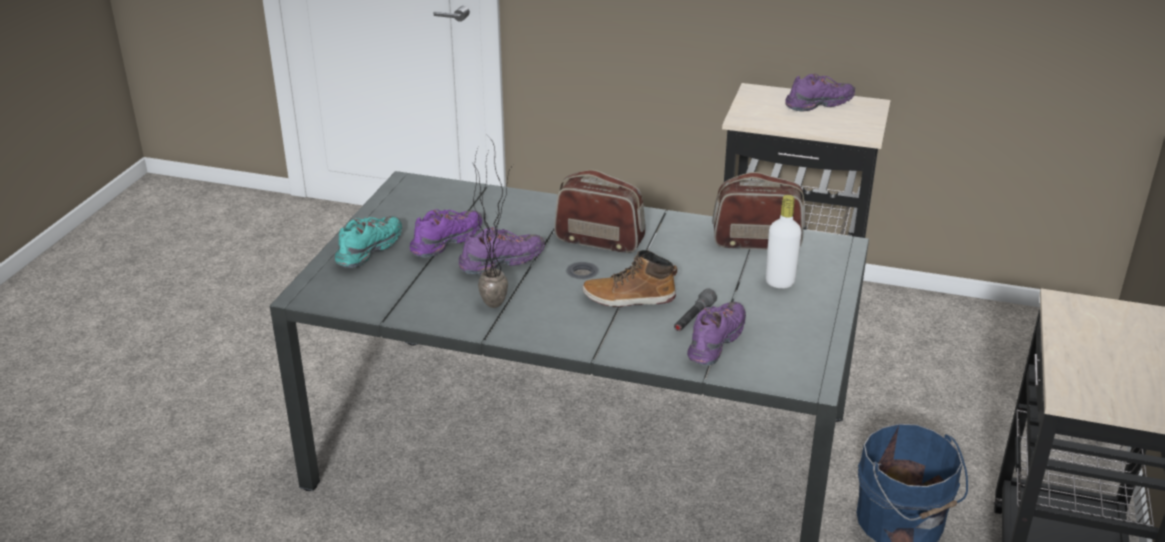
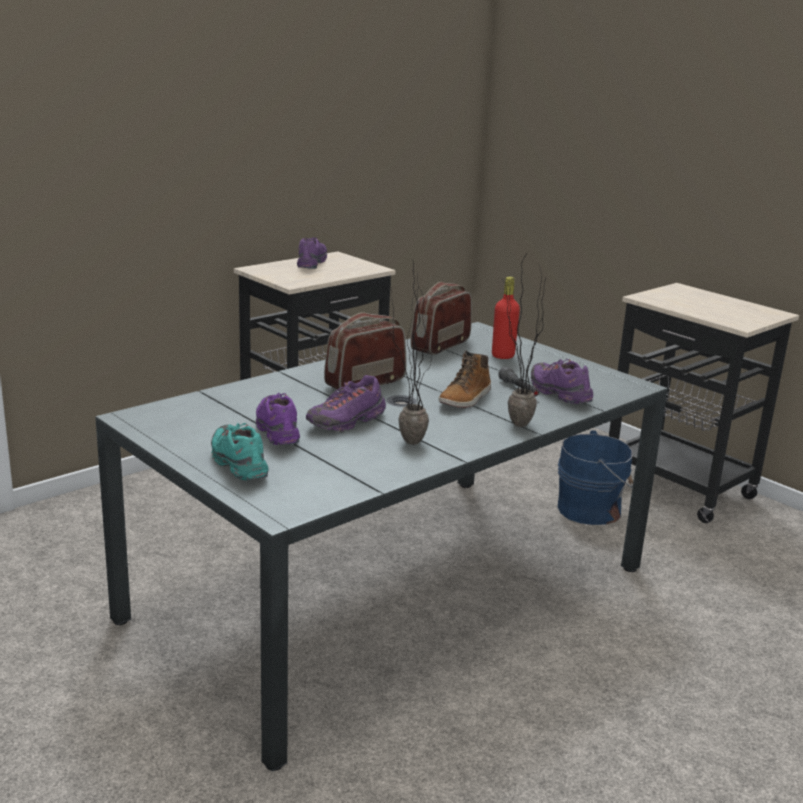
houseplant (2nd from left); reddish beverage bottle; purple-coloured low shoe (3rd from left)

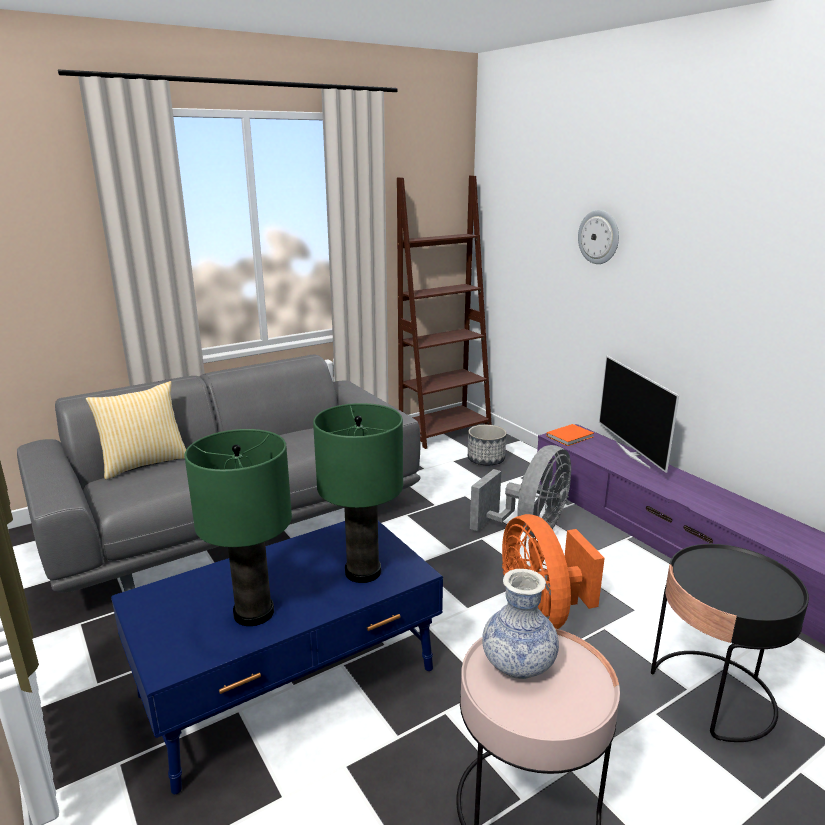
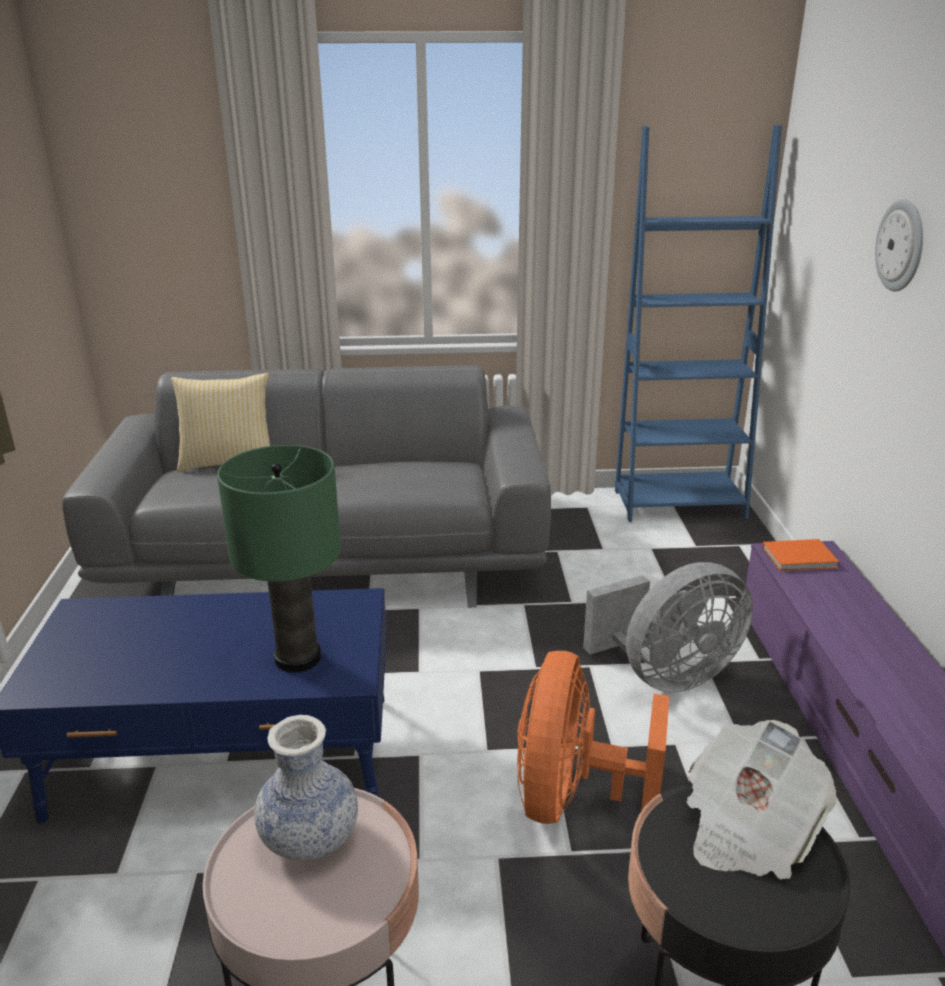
green-coloured tabletop lamp (1st from left in the first image); planter; TV; newspaper; blue shelving unit

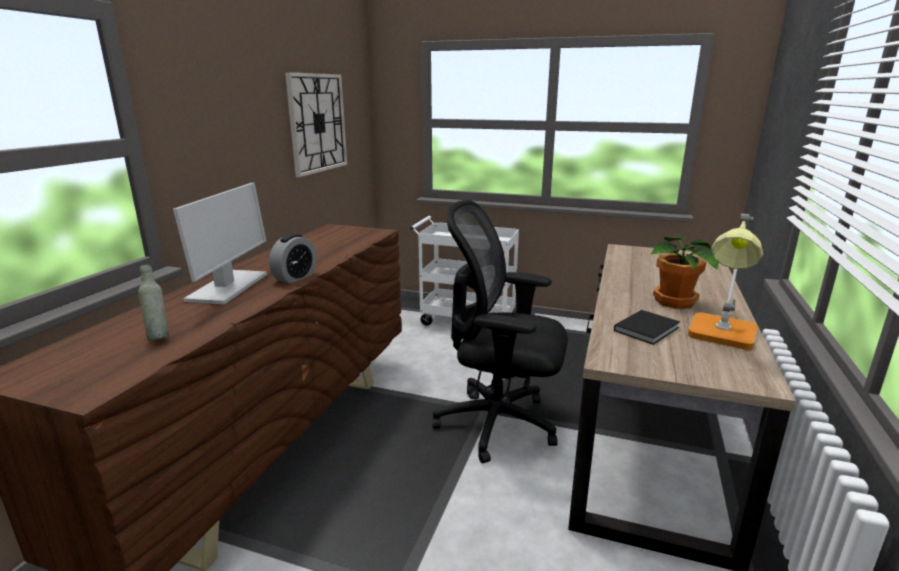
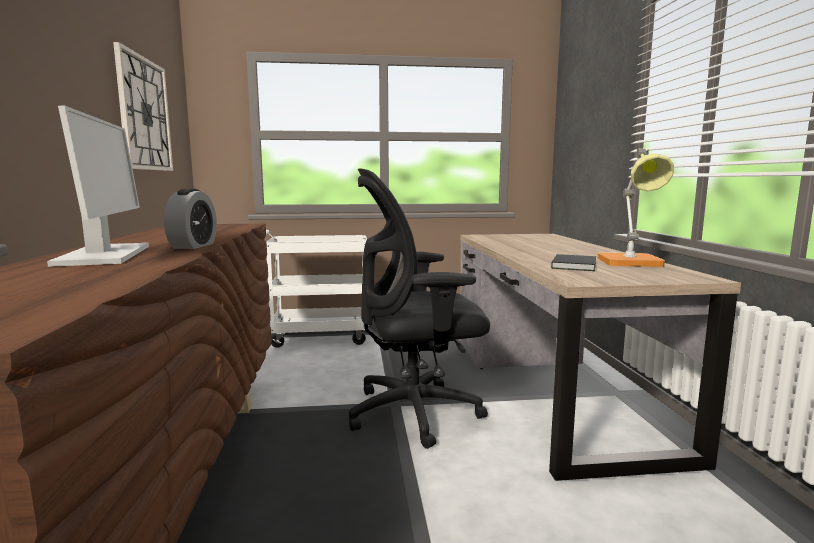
greyish beverage bottle; houseplant

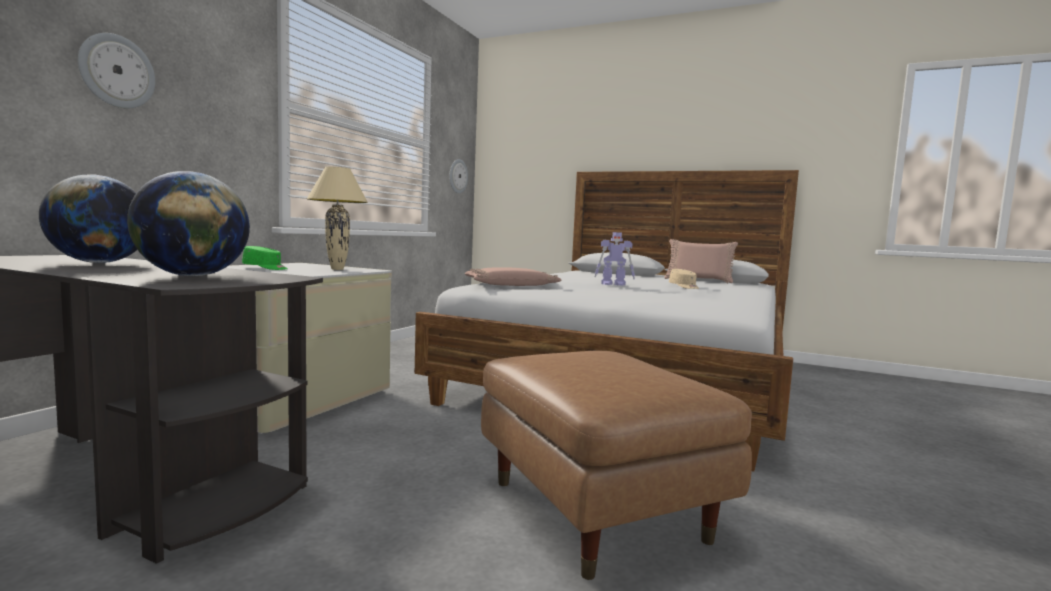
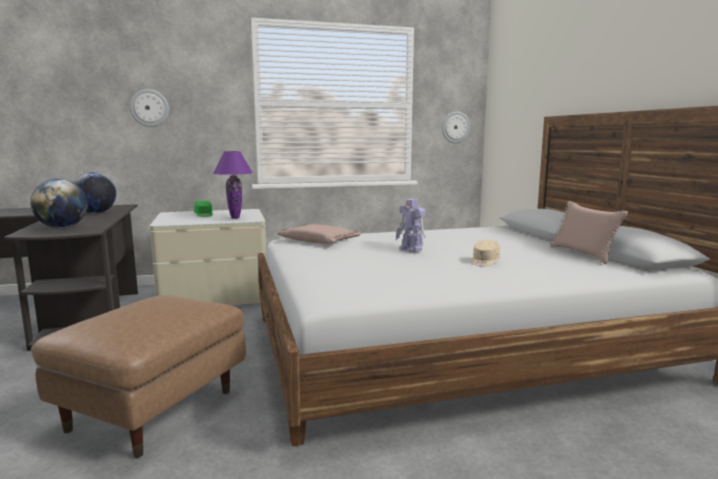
purple-coloured tabletop lamp

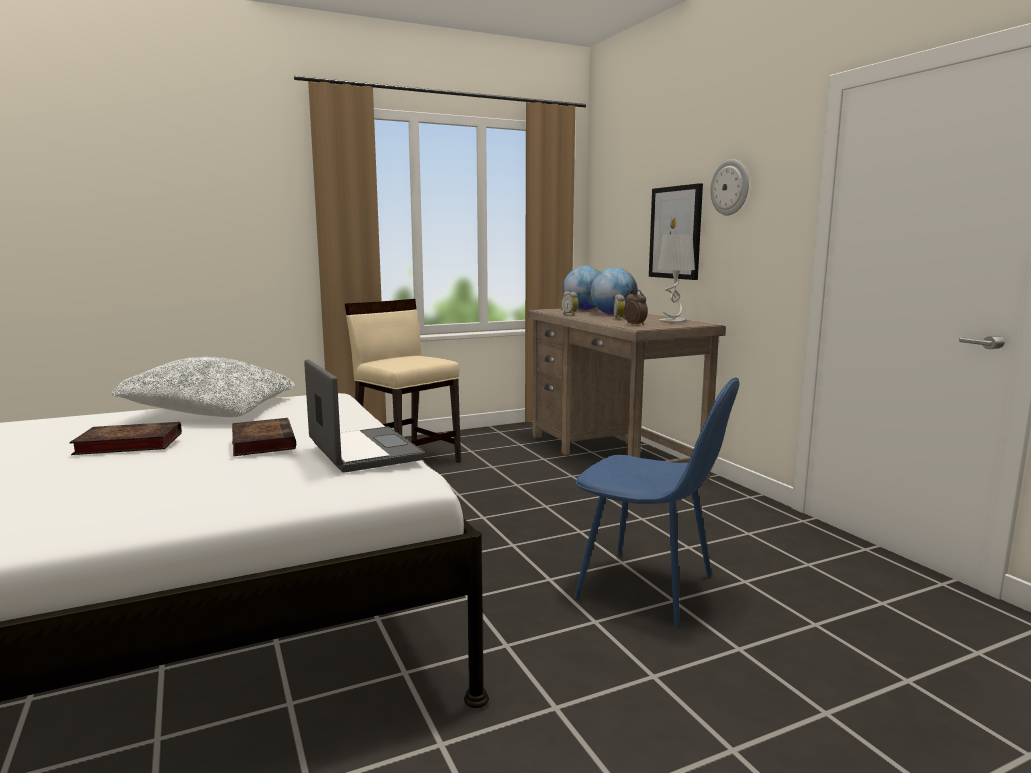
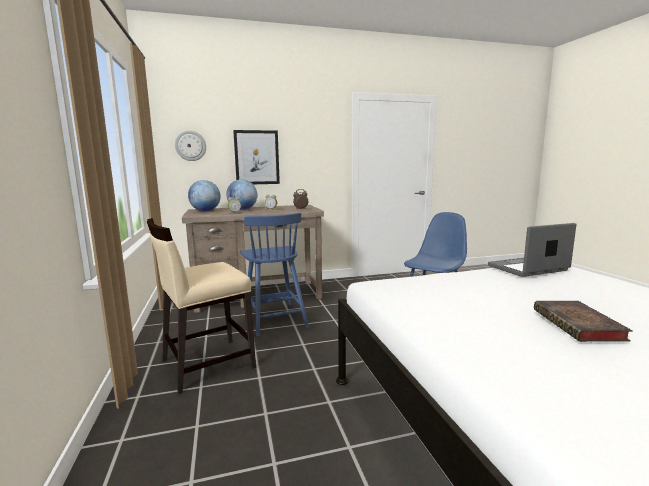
whitish throw pillow; volume (2nd from left in the first image); greyish tabletop lamp; blue chair (1st from left); wall clock

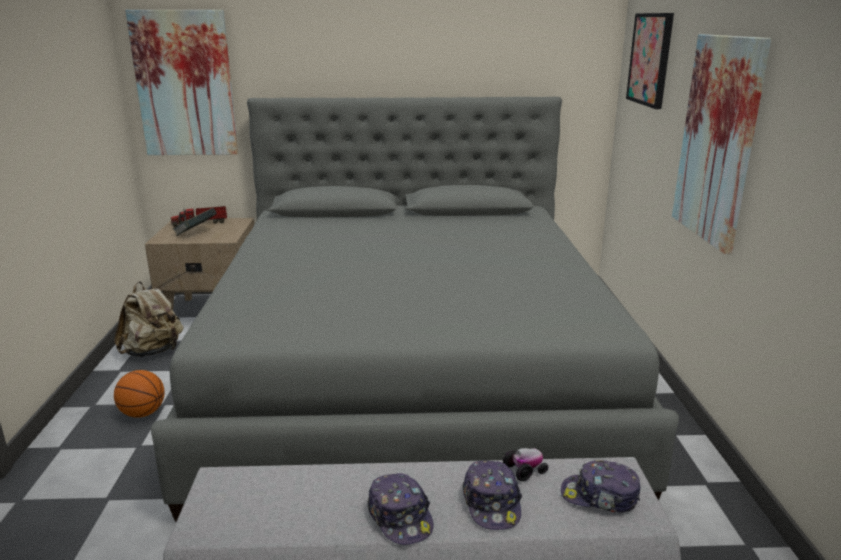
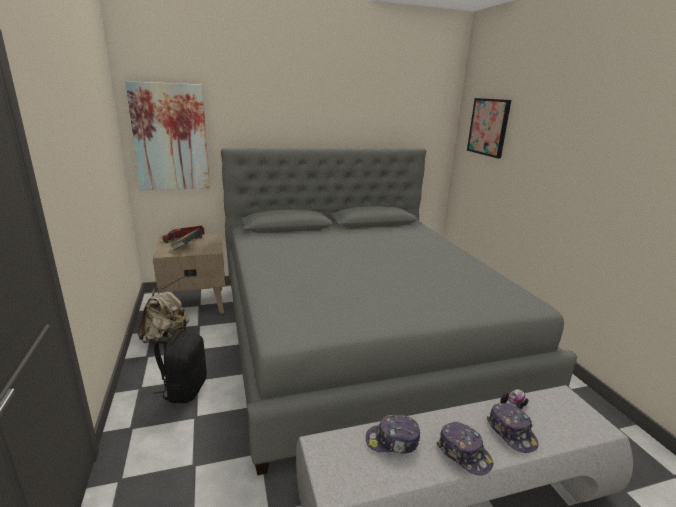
wall art (3rd from left in the first image); cap (1st from left); black knapsack

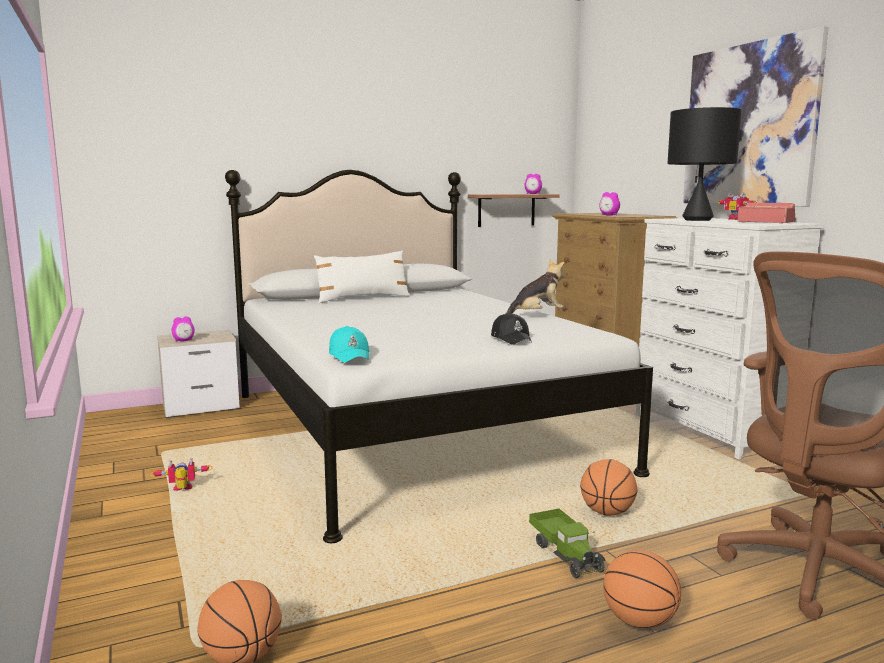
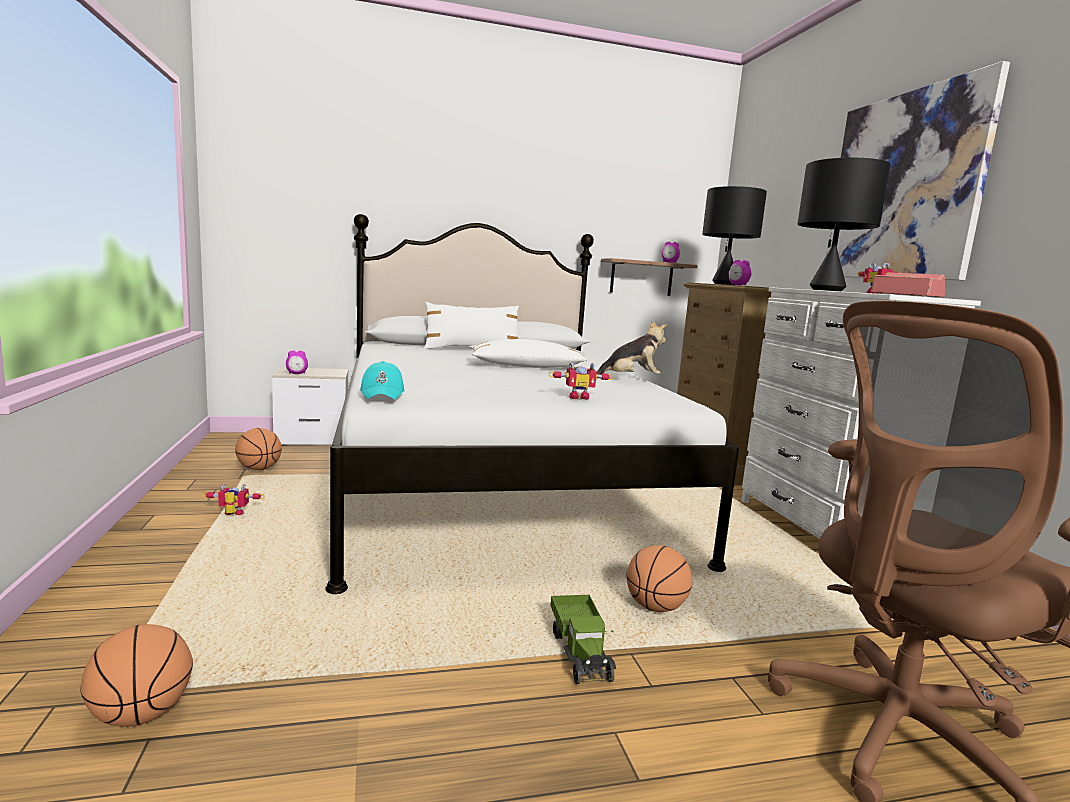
whitish throw pillow (2nd from left); black tabletop lamp (1st from left); ball for basketball (2nd from left); robot figure (2nd from left)

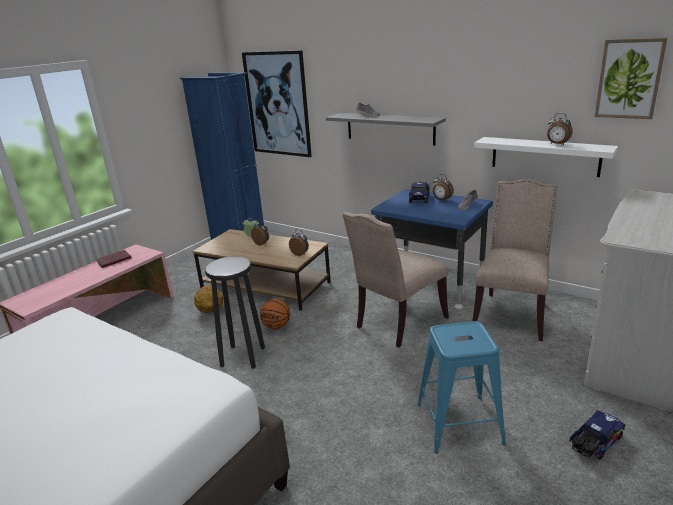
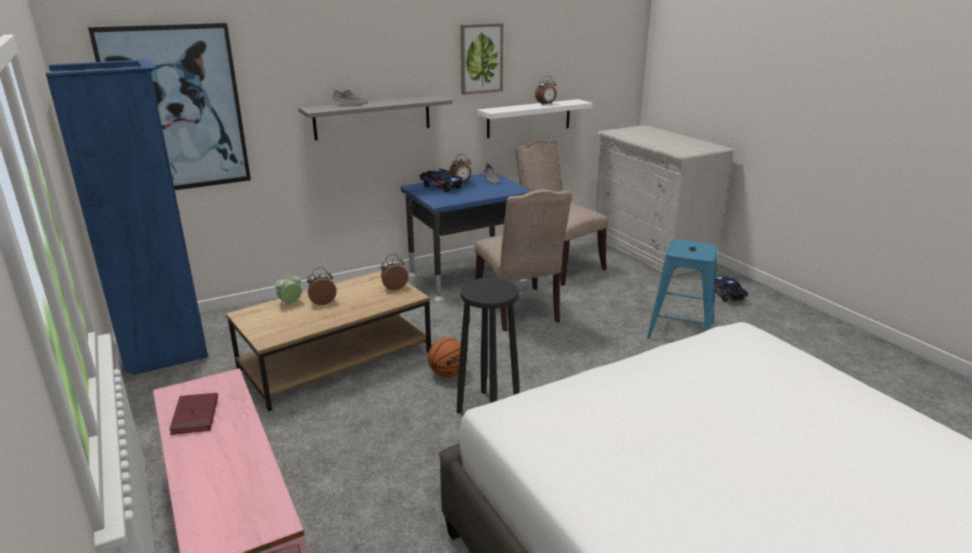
ball for basketball (1st from left in the first image); wall art (2nd from left)

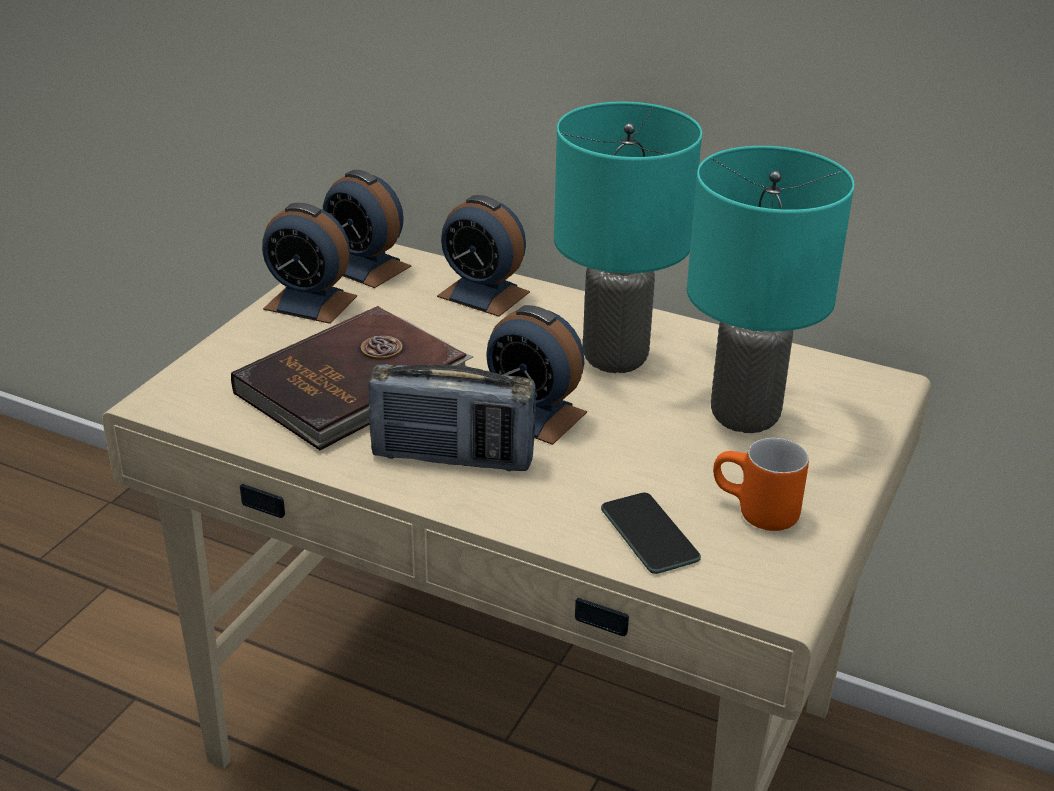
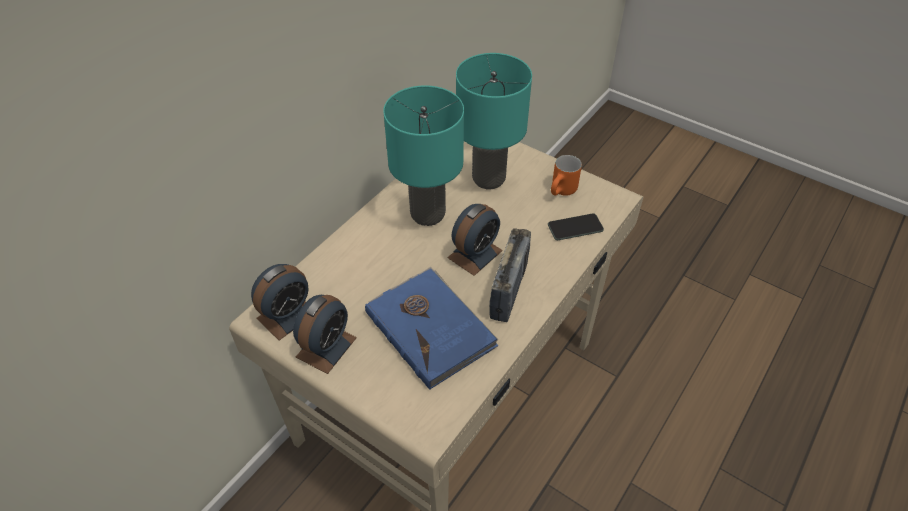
alarm clock (3rd from left in the first image); blue volume

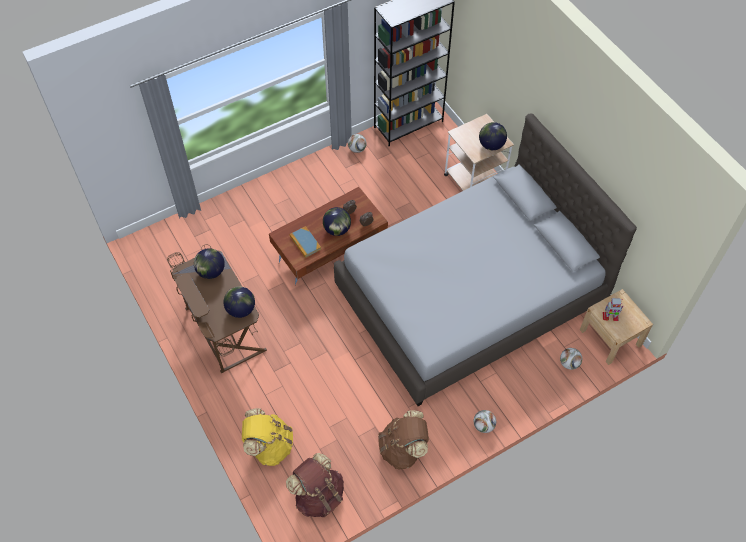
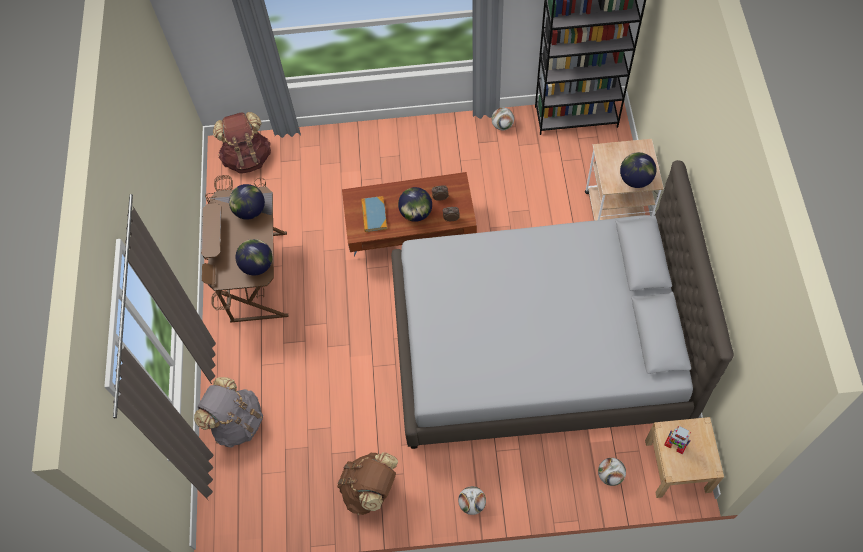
brownish knapsack (1st from left); greyish knapsack

